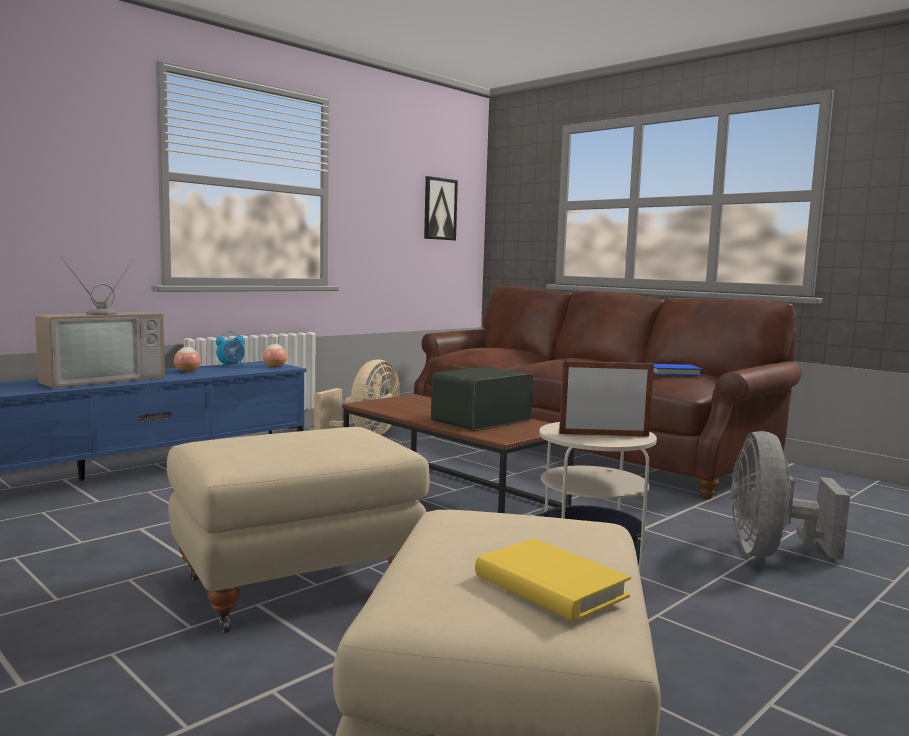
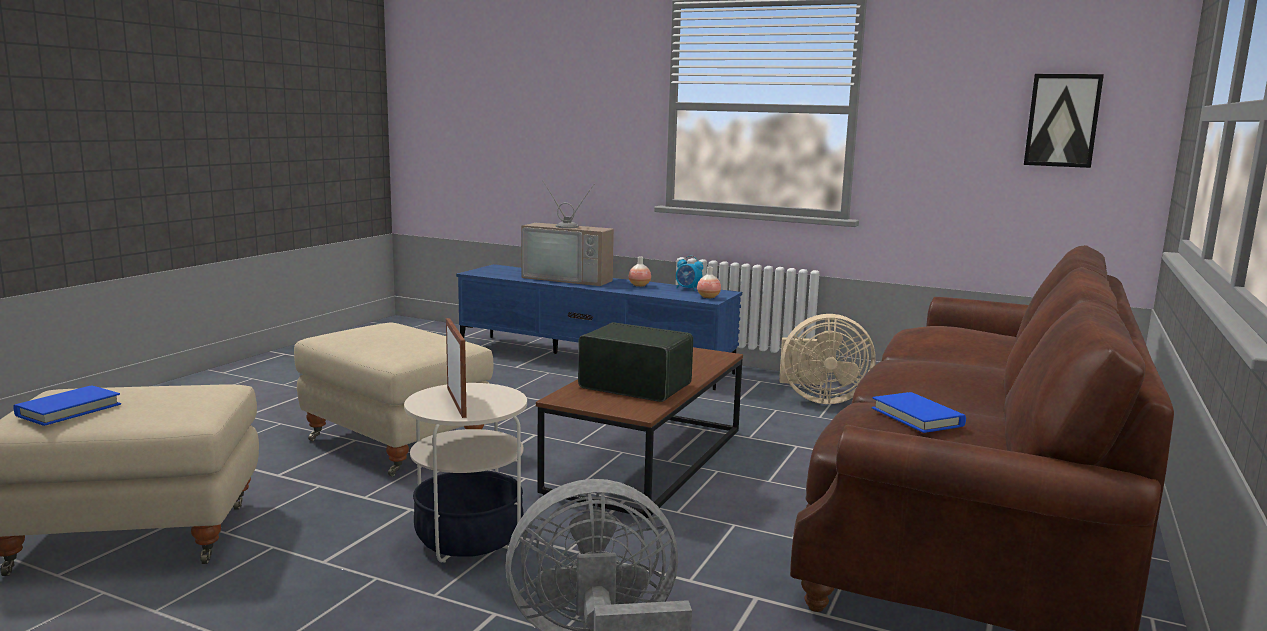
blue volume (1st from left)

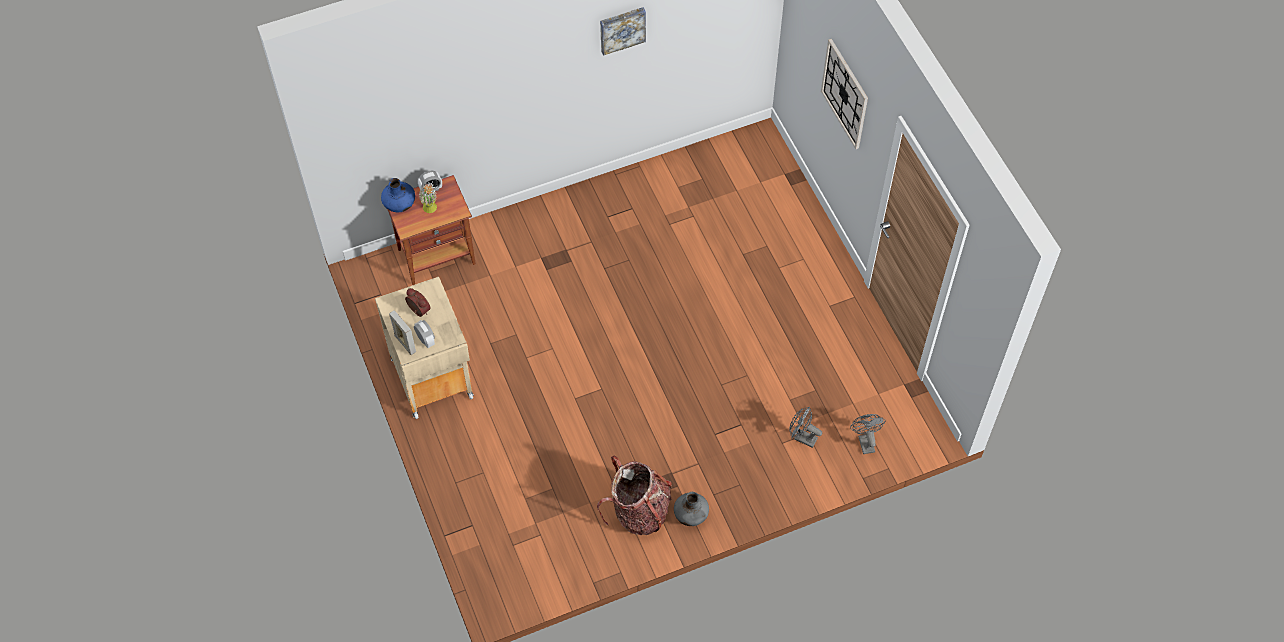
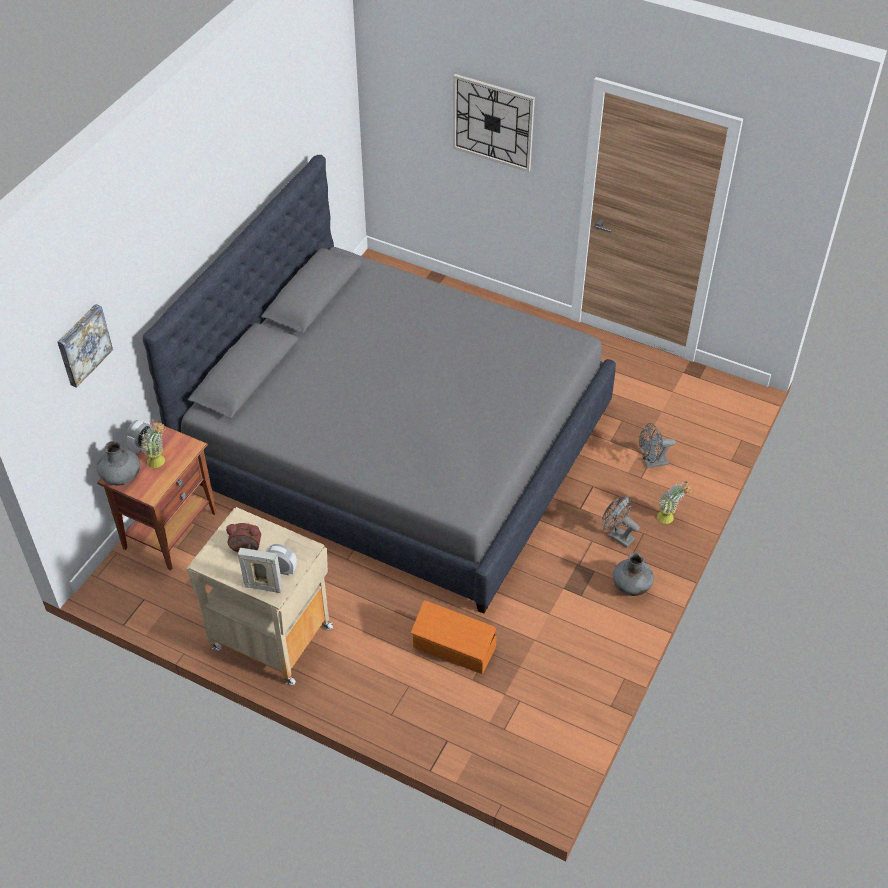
knapsack; greyish bed; orangey storage bin; houseplant (2nd from left); wall art; greyish fan (1st from left); greyish flower vase (1st from left)

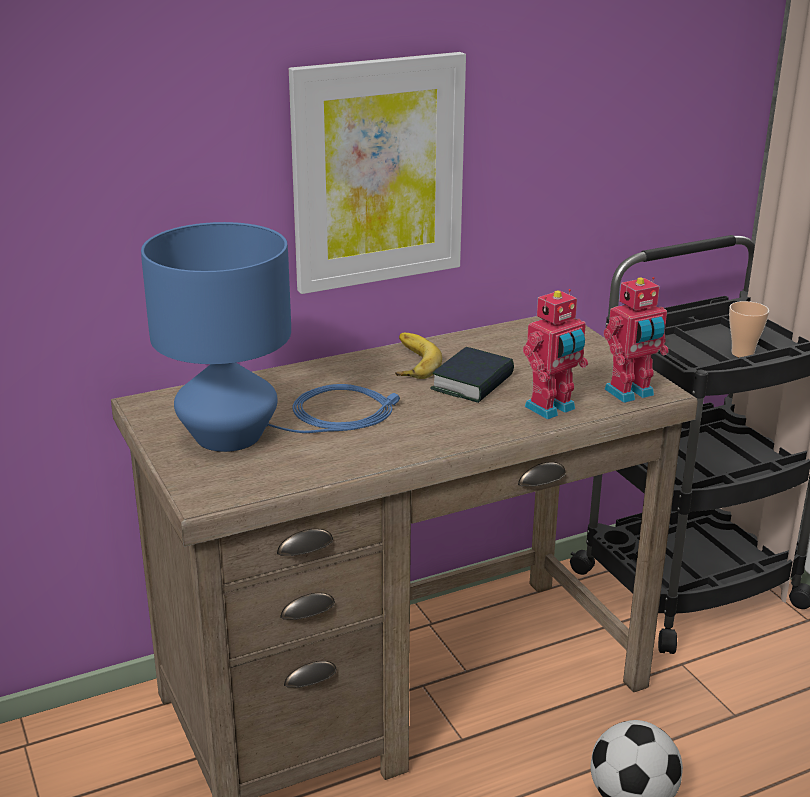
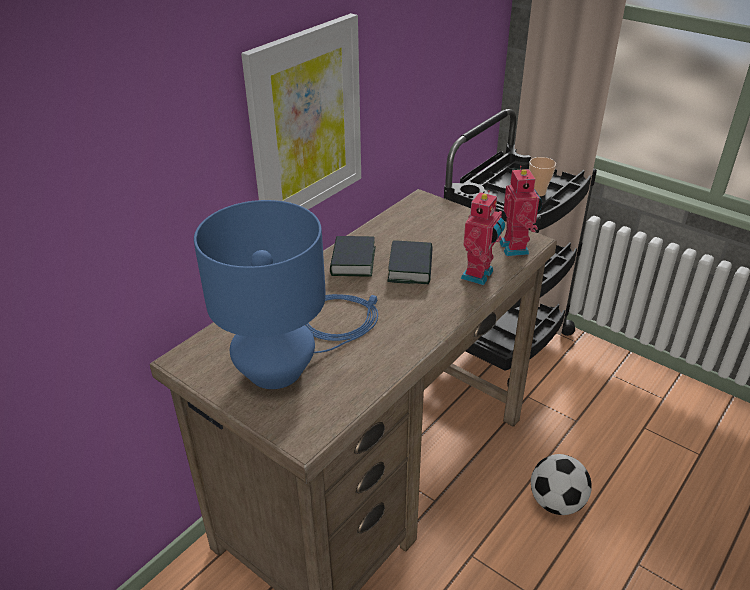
volume (1st from left); robot figure (2nd from left)

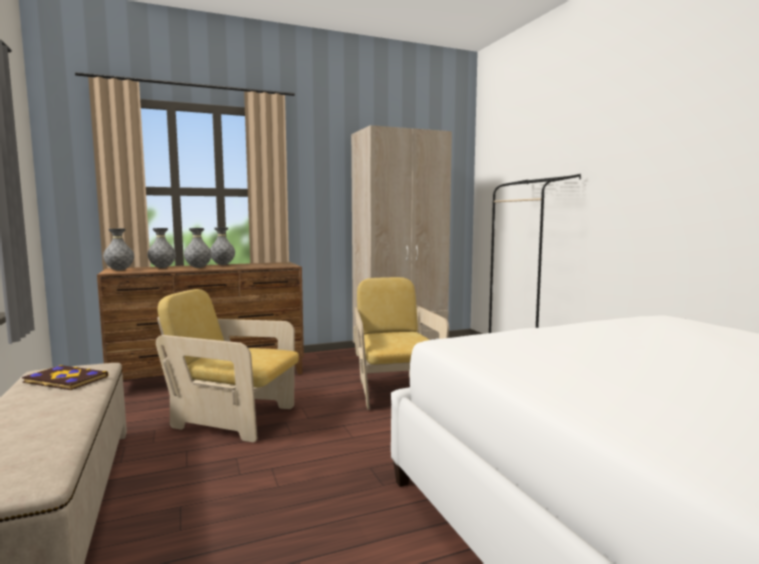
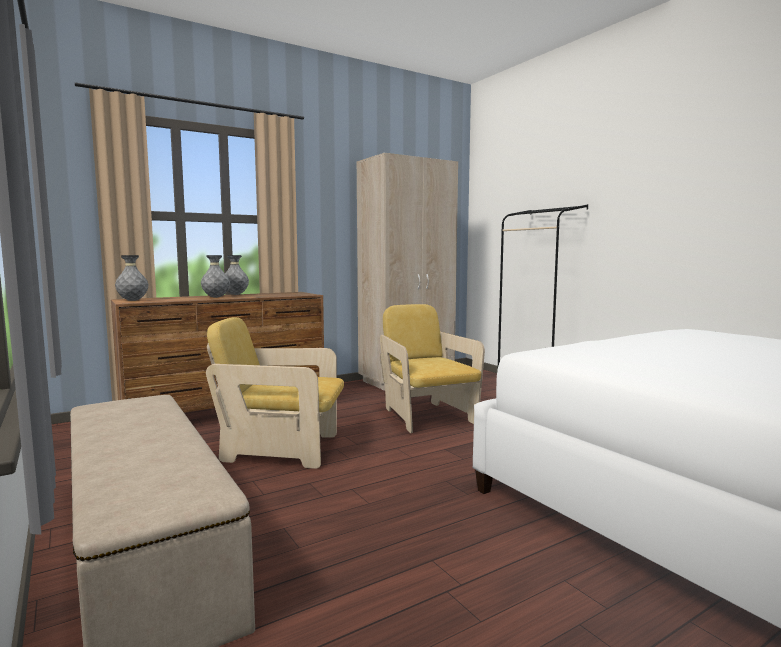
volume; greyish flower vase (2nd from left in the first image)

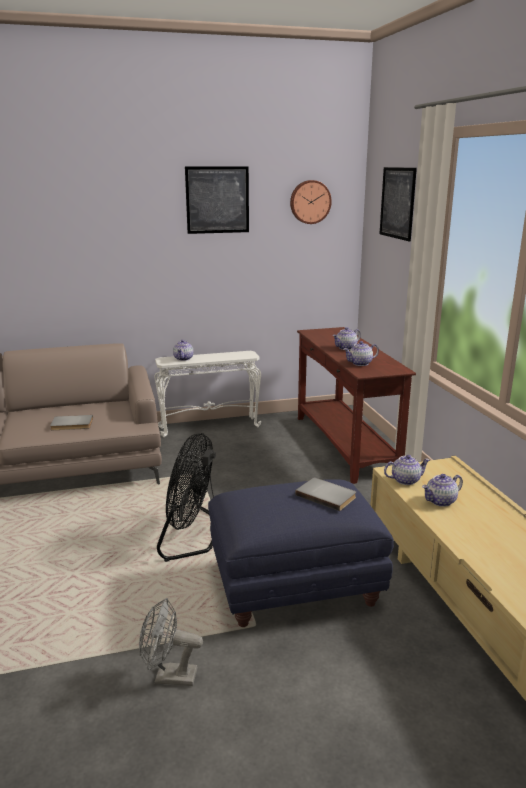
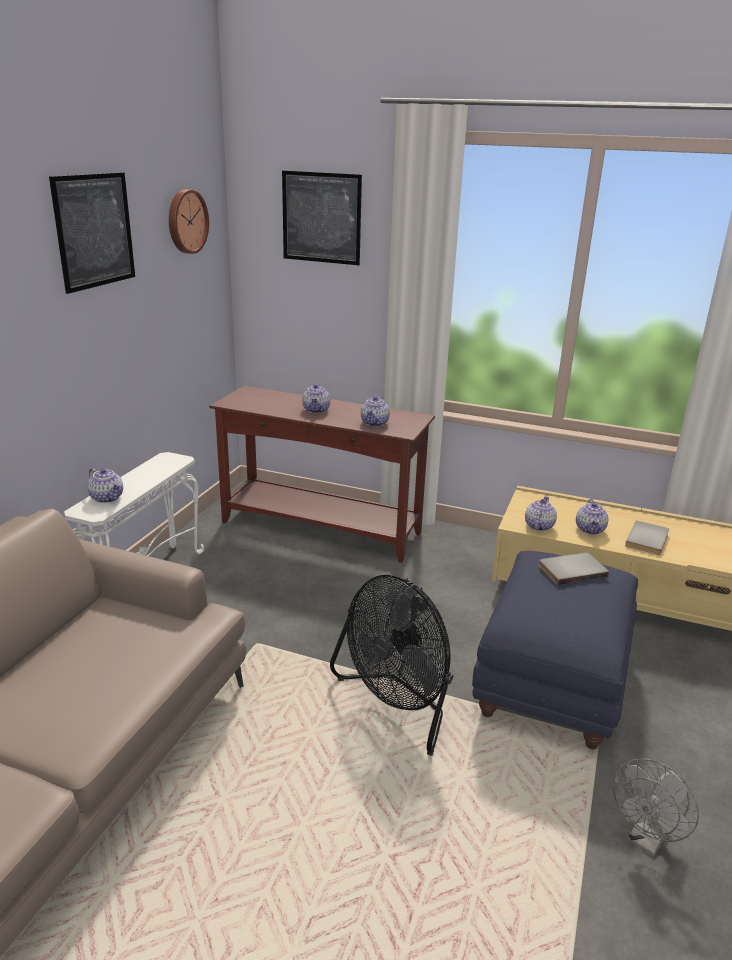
greyish volume (2nd from left)

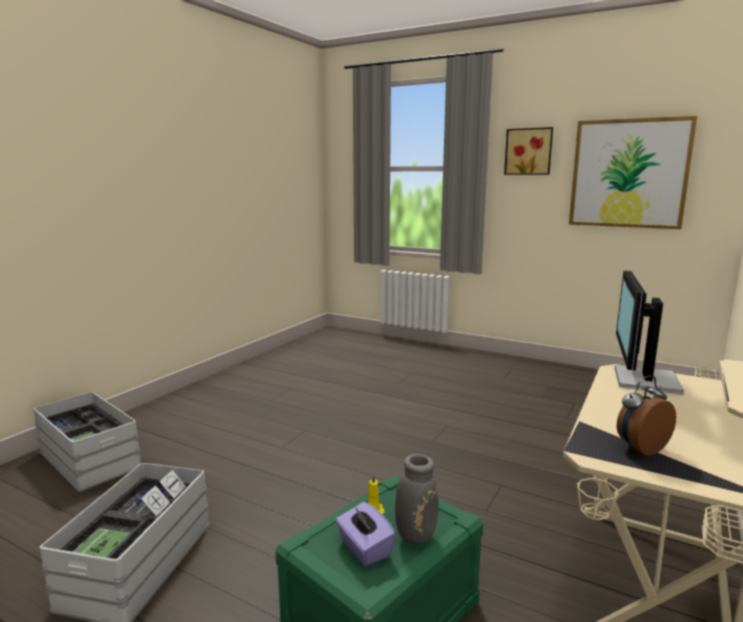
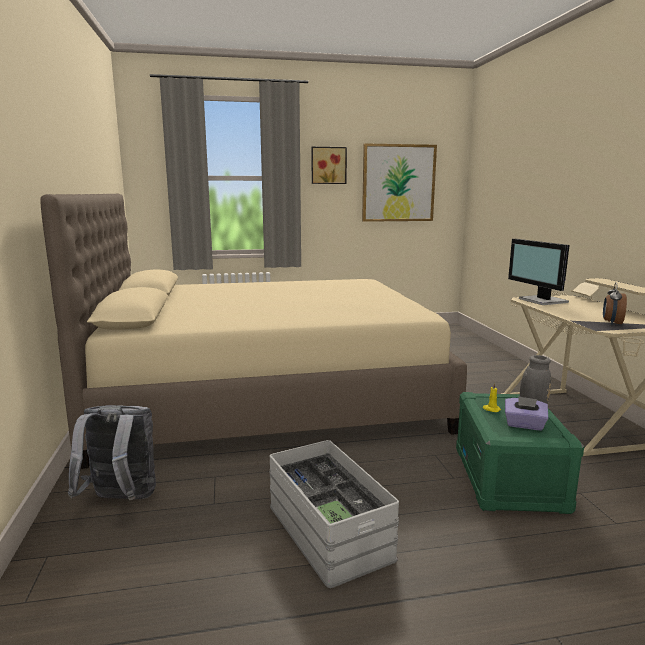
beige bed; greyish knapsack

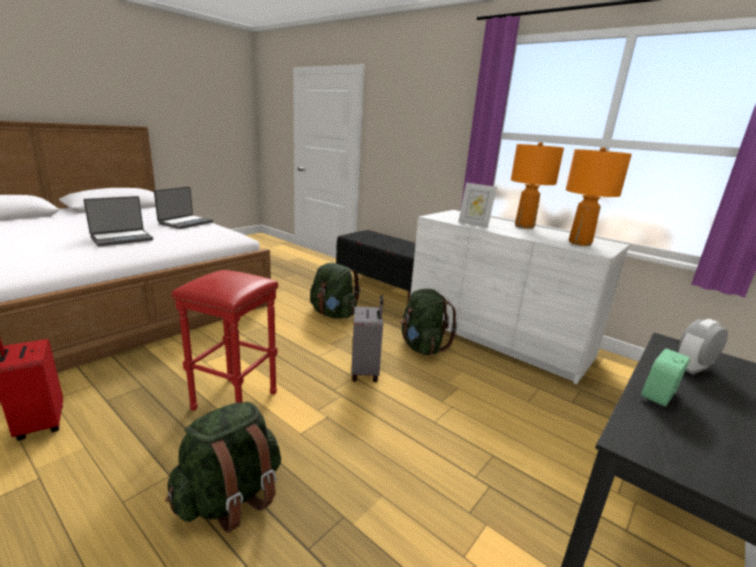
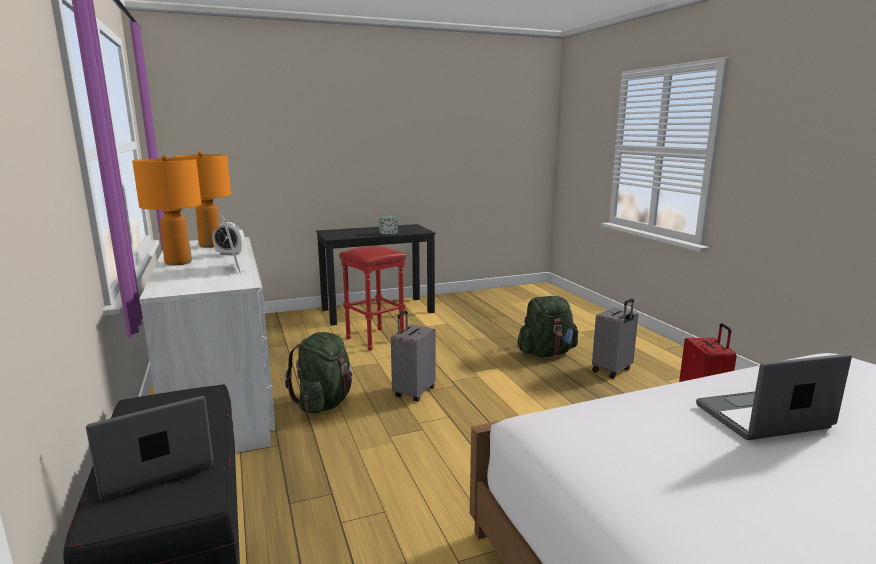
green-coloured knapsack (2nd from left in the first image); greyish suitcase (2nd from left); portable computer (1st from left); reddish sitting stool; alarm clock (1st from left)

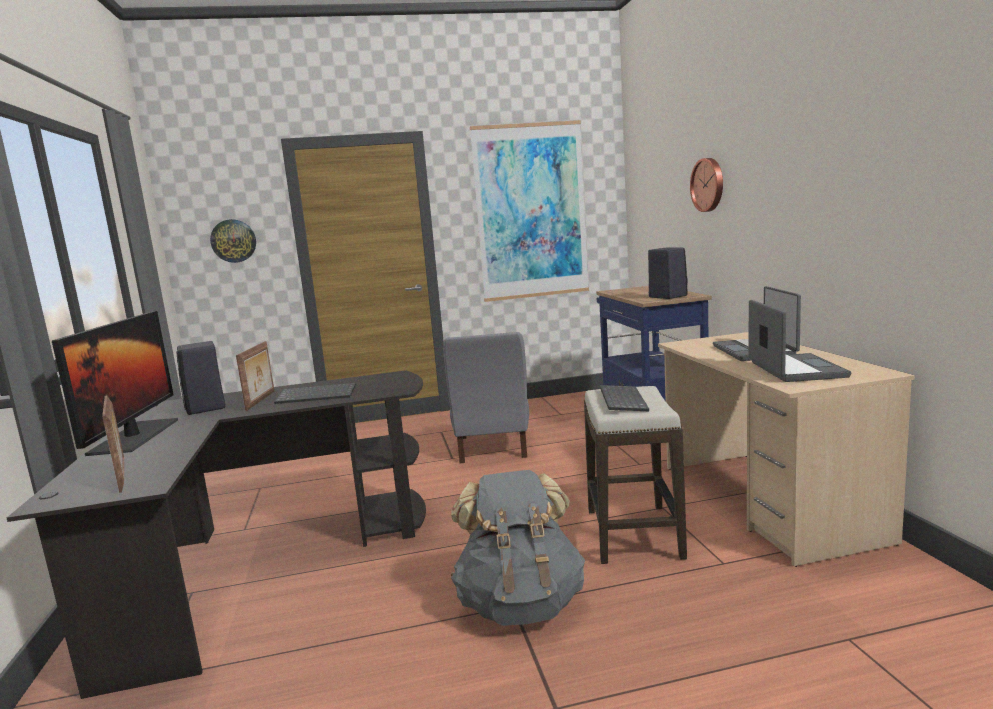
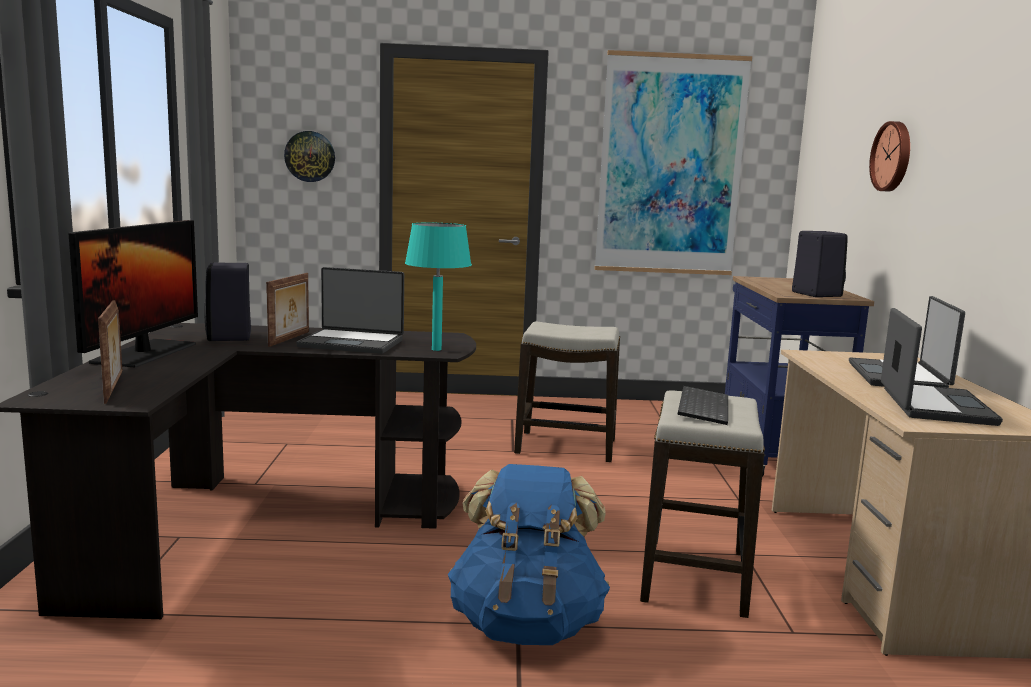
blue-green tabletop lamp; portable computer (1st from left); sitting stool (1st from left); blue knapsack

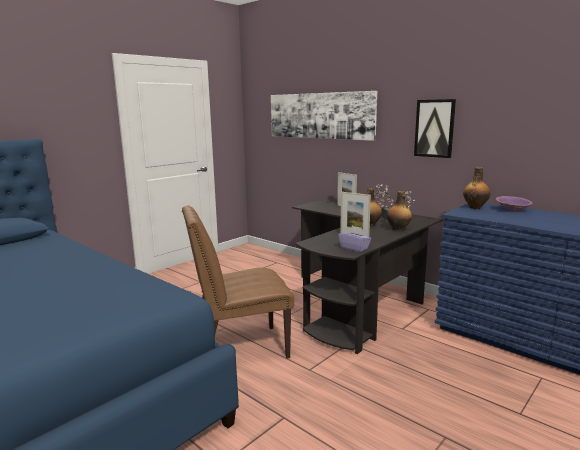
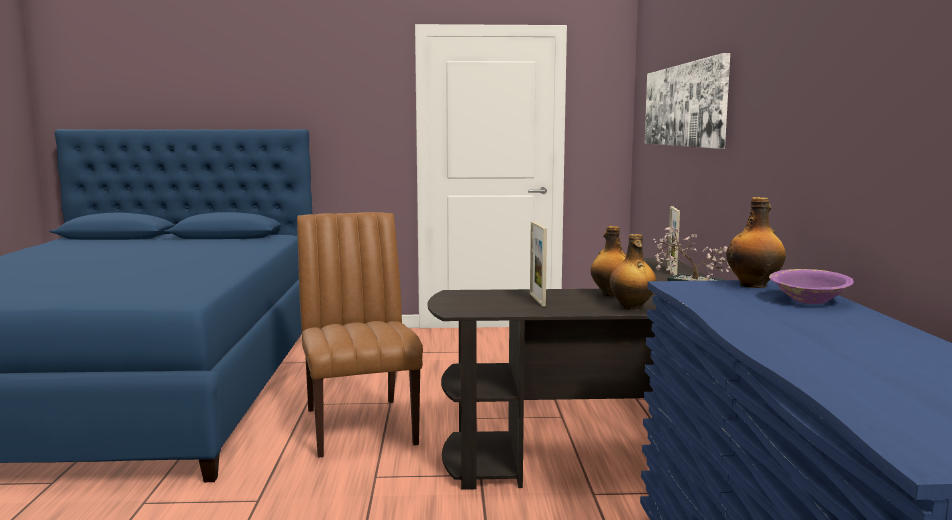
purple-coloured box of tissues; wall art (2nd from left in the first image); brownish chair

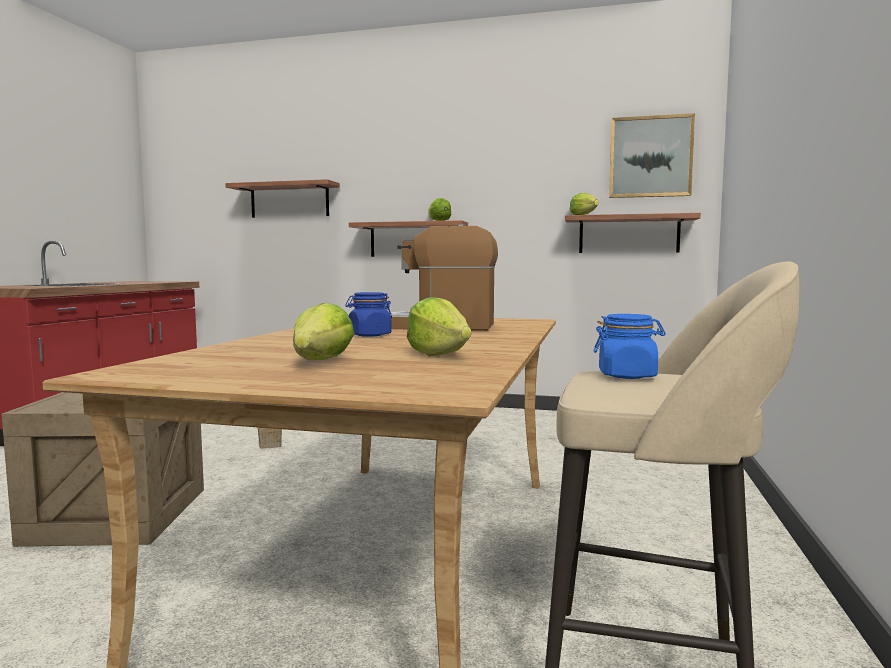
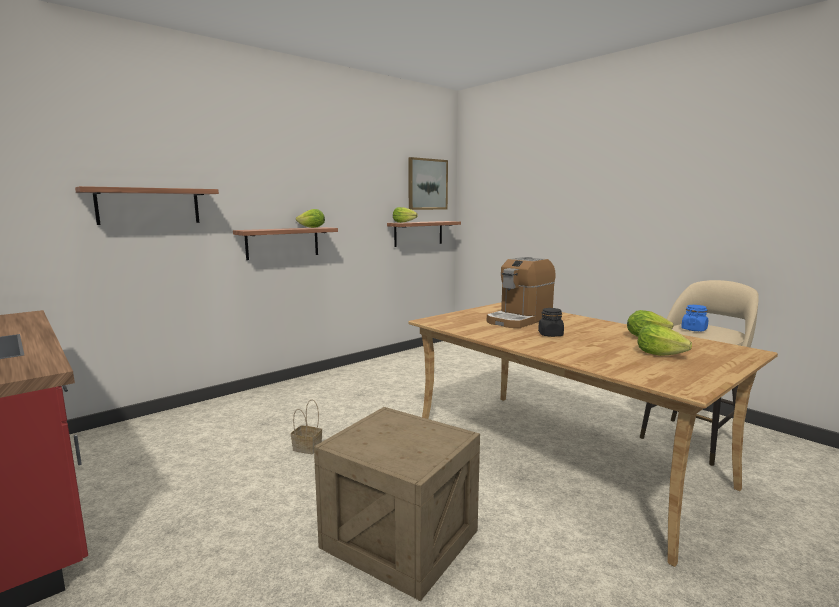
black storage jar

